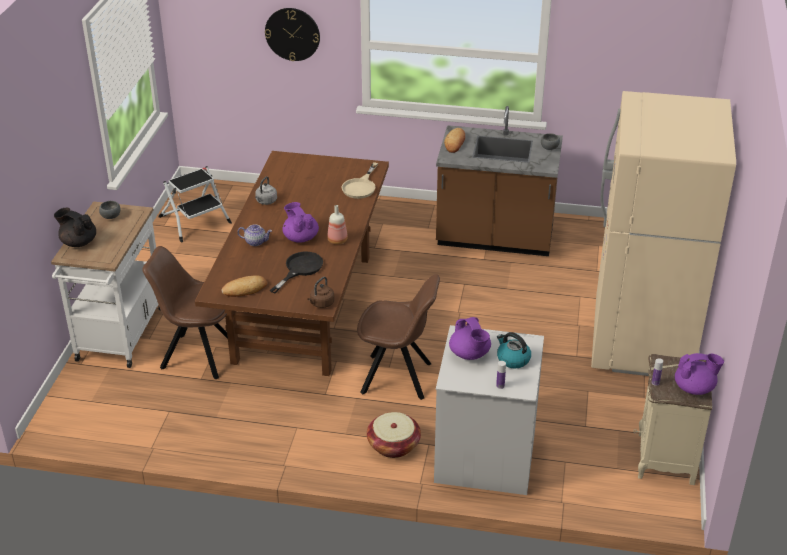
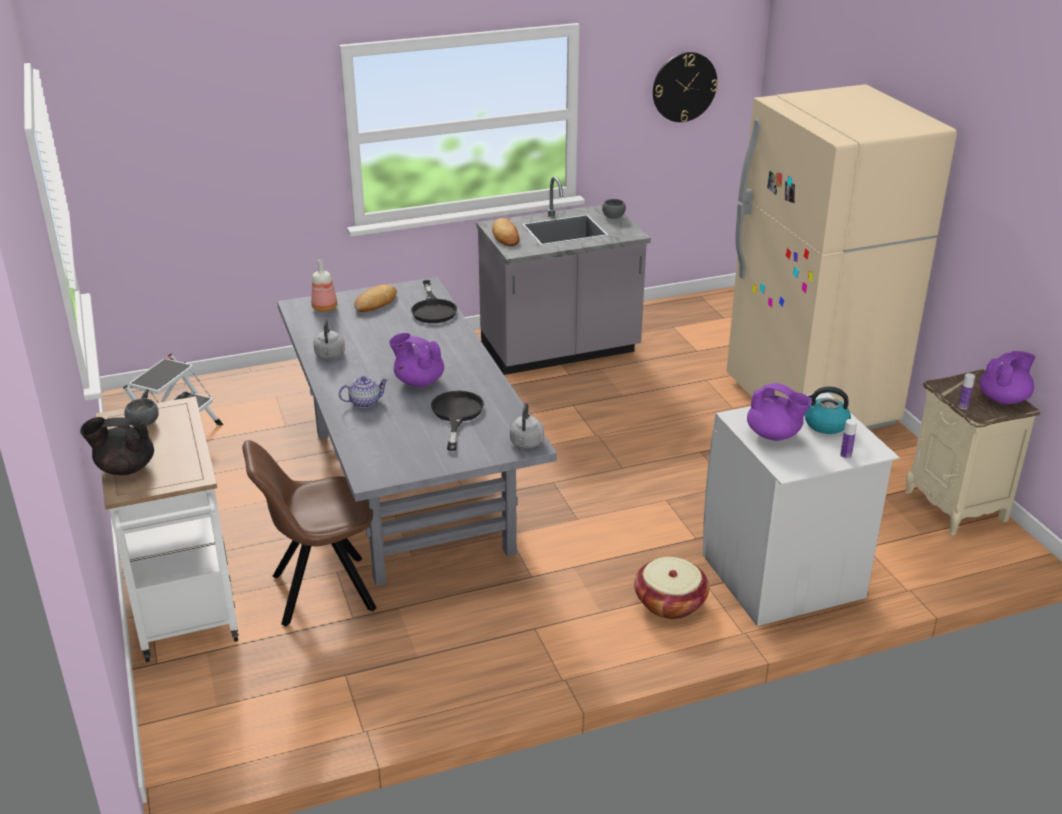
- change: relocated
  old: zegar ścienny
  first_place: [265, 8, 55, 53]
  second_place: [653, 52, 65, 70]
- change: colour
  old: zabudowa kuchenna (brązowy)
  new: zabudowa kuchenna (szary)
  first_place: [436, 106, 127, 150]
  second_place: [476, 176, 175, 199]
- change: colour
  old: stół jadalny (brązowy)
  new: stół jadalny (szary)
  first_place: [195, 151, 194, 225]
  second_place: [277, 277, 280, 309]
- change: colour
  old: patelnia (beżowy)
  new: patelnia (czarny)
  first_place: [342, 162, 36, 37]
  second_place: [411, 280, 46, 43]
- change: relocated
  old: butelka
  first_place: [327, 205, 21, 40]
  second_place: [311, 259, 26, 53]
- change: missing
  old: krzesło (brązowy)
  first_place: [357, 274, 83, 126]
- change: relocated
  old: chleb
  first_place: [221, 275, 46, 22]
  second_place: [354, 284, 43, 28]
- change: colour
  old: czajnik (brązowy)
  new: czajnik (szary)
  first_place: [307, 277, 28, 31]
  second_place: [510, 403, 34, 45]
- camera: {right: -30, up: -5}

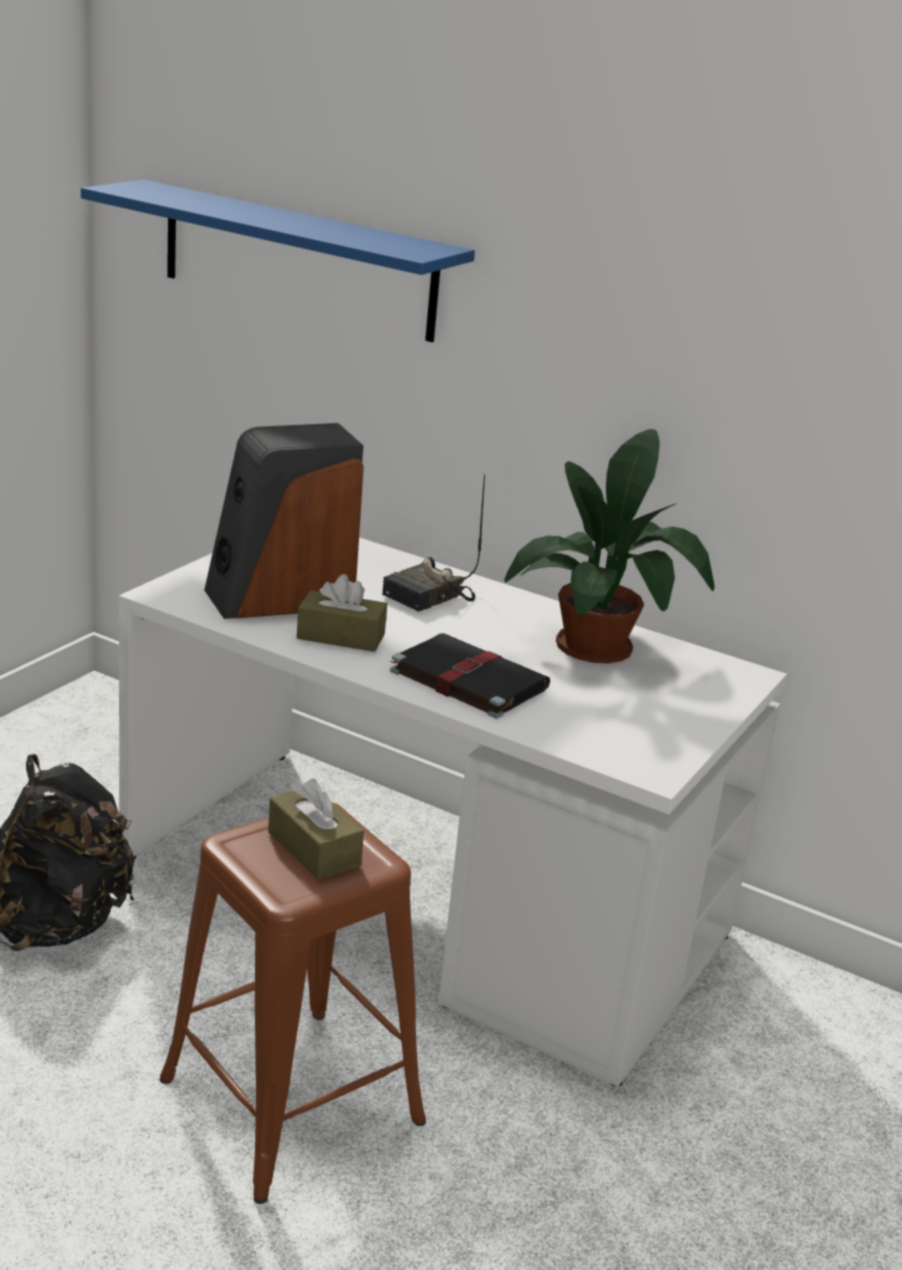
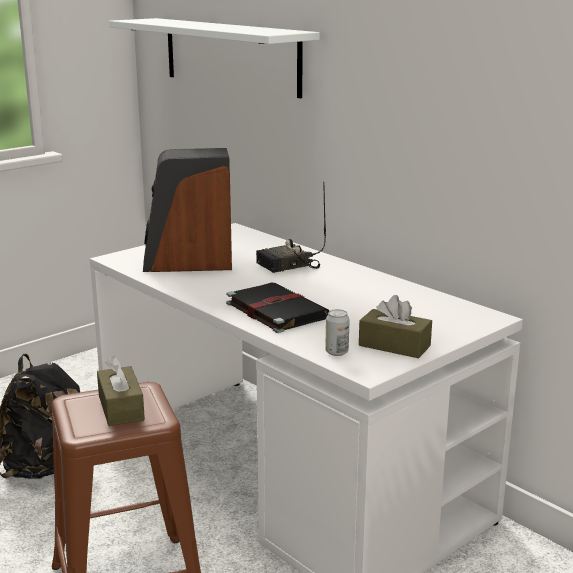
- change: colour
  old: półka (niebieski)
  new: półka (biały)
  first_place: [81, 180, 394, 162]
  second_place: [109, 18, 211, 80]
- change: missing
  old: roślina doniczkowa
  first_place: [504, 429, 211, 234]
- change: relocated
  old: pudełko chusteczek (brązowy)
  first_place: [297, 574, 90, 78]
  second_place: [359, 295, 73, 63]
- change: appeared
  new: puszka
  second_place: [325, 309, 24, 47]
- camera: {right: 20, up: -5}

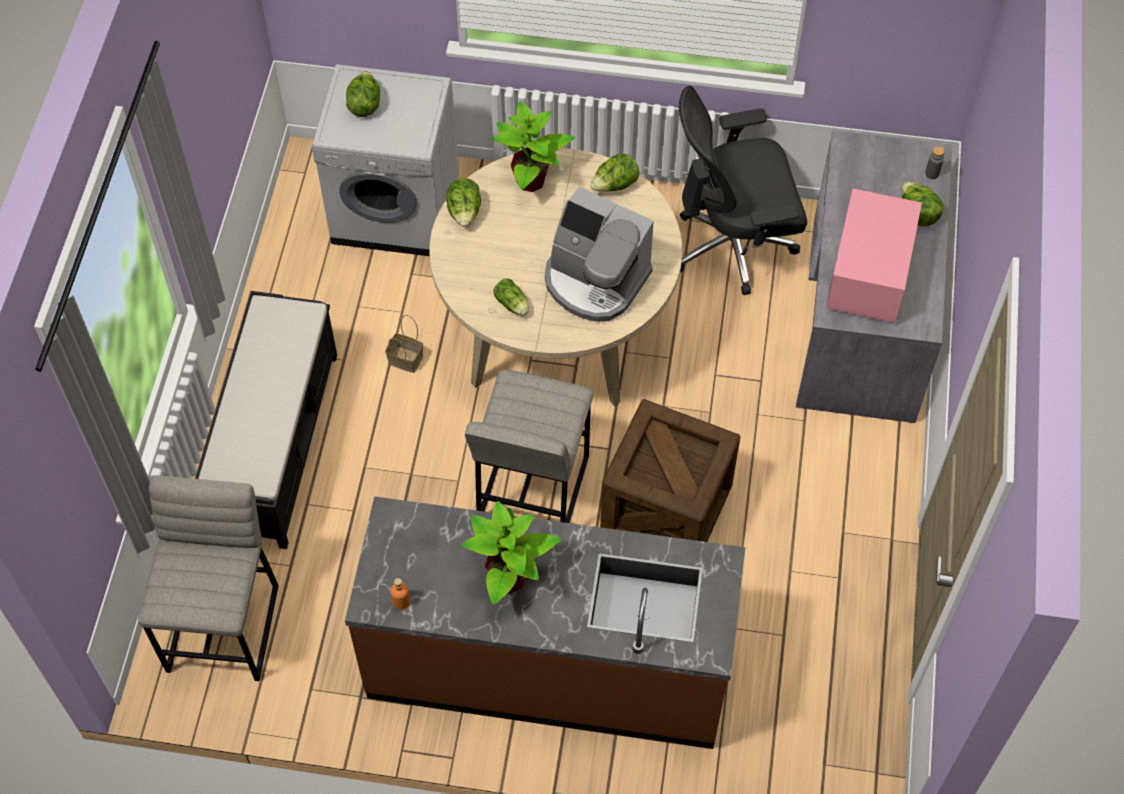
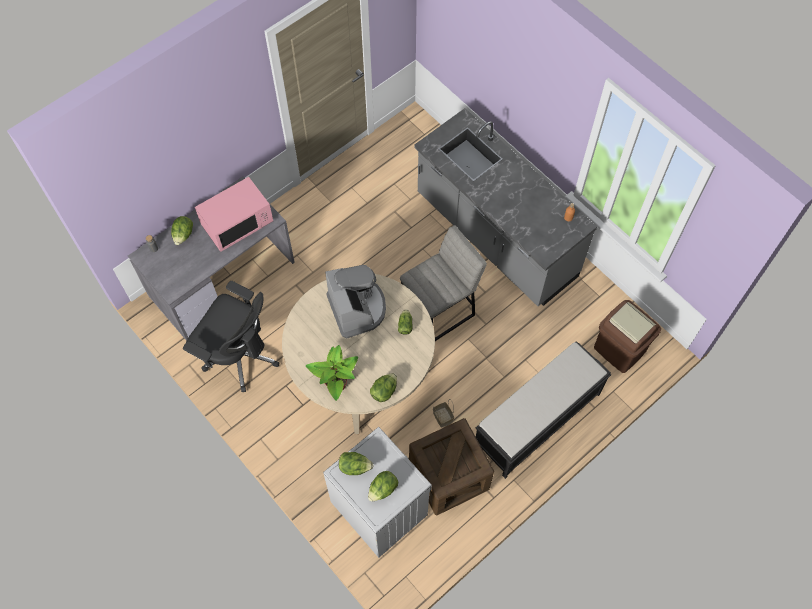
- change: relocated
  old: sałata
  first_place: [591, 154, 49, 38]
  second_place: [339, 452, 35, 23]
- change: relocated
  old: skrzynka
  first_place: [600, 399, 140, 143]
  second_place: [409, 418, 85, 98]
- change: exchanged
  old: krzesło (szary)
  new: kosz na śmieci (brązowy)
  first_place: [138, 475, 140, 206]
  second_place: [594, 300, 67, 73]
- change: colour
  old: zabudowa kuchenna (brązowy)
  new: zabudowa kuchenna (szary)
  first_place: [345, 496, 400, 253]
  second_place: [414, 108, 183, 198]
- change: missing
  old: roślina doniczkowa
  first_place: [462, 501, 99, 104]
- camera: {right: -140, up: 5}

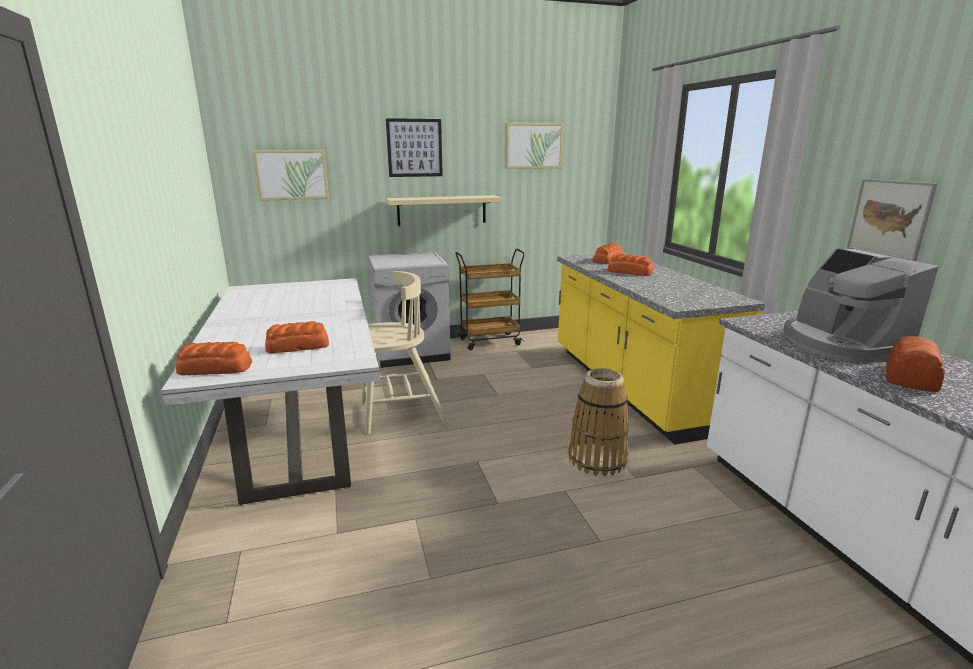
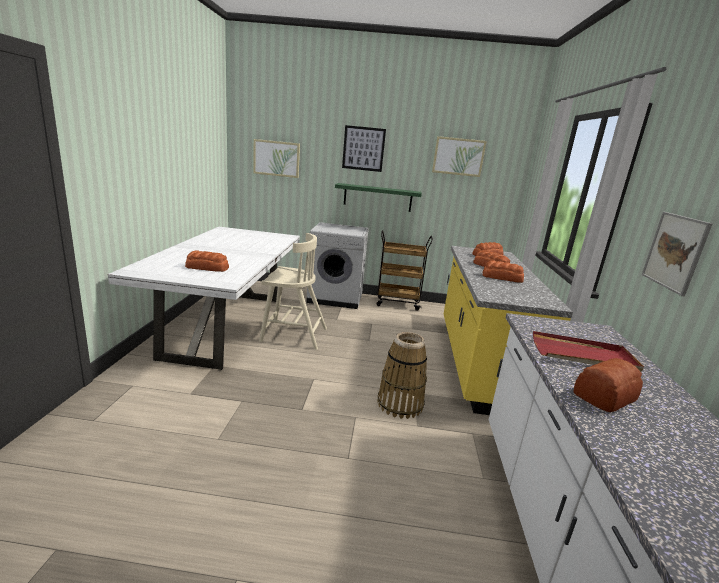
- change: colour
  old: półka (beżowy)
  new: półka (zielony)
  first_place: [386, 195, 115, 31]
  second_place: [335, 183, 87, 29]
- change: exchanged
  old: ekspres do kawy
  new: taca (czerwony)
  first_place: [783, 248, 155, 114]
  second_place: [533, 331, 111, 41]
- change: relocated
  old: chleb
  first_place: [176, 342, 76, 33]
  second_place: [483, 260, 41, 23]
- camera: {right: 20, up: 0}

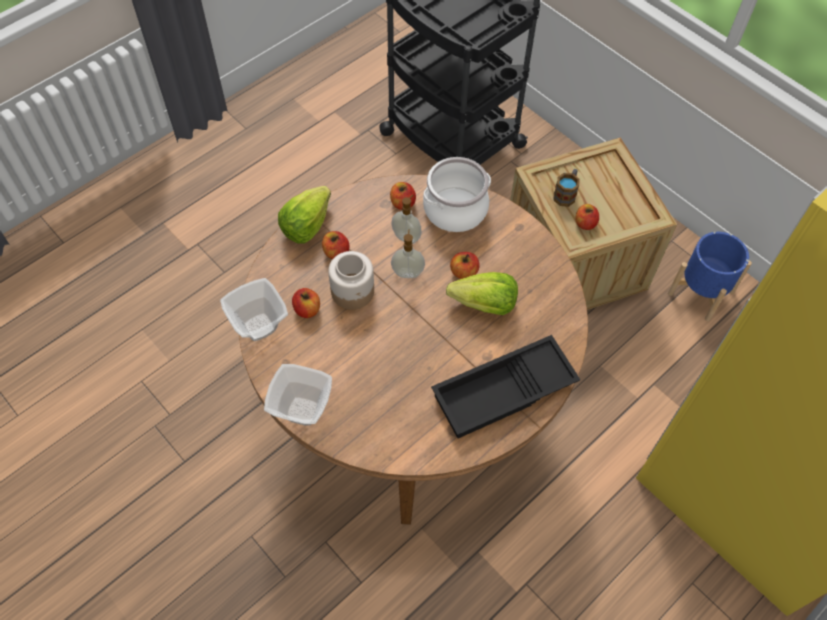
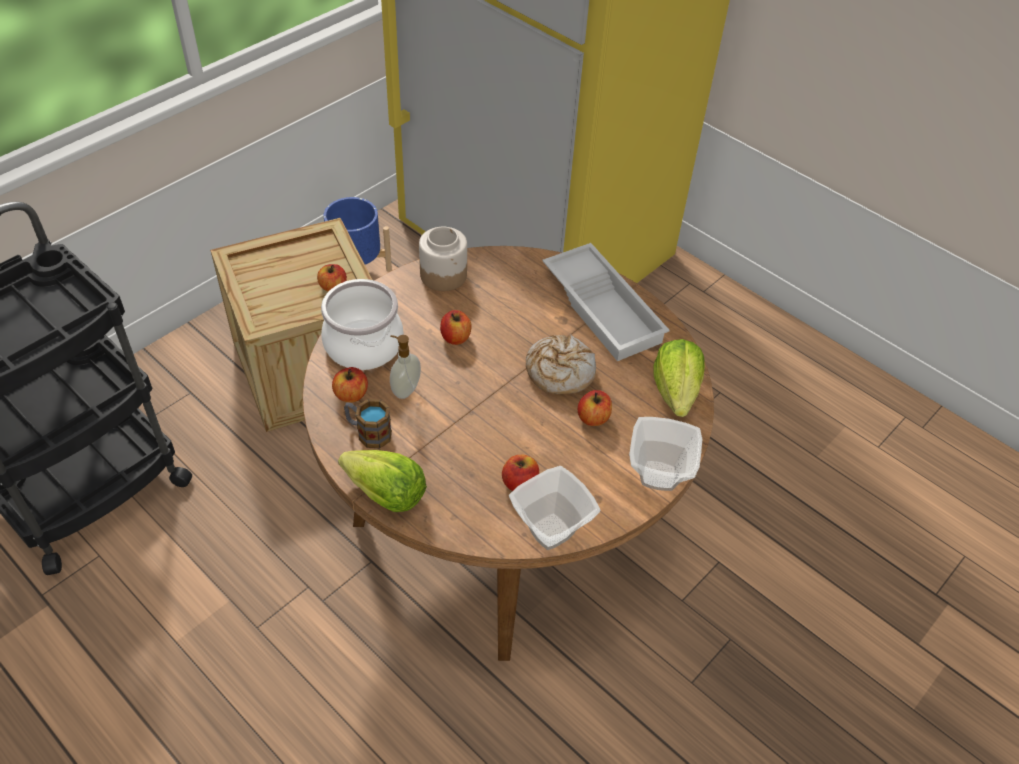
- change: relocated
  old: kubek
  first_place: [554, 169, 25, 38]
  second_place: [344, 399, 48, 49]
- change: missing
  old: dozownik mydła
  first_place: [391, 229, 34, 49]
- change: relocated
  old: jabłko
  first_place: [322, 231, 28, 28]
  second_place: [578, 390, 34, 36]
- change: relocated
  old: słoik
  first_place: [328, 251, 46, 59]
  second_place: [419, 226, 48, 65]
- change: relocated
  old: sałata
  first_place: [446, 272, 72, 43]
  second_place: [653, 339, 52, 78]
- change: colour
  old: taca (czarny)
  new: taca (biały)
  first_place: [431, 335, 149, 103]
  second_place: [542, 243, 128, 118]
- change: appeared
  new: chleb
  second_place: [526, 334, 70, 60]
- camera: {right: -95, up: -10}

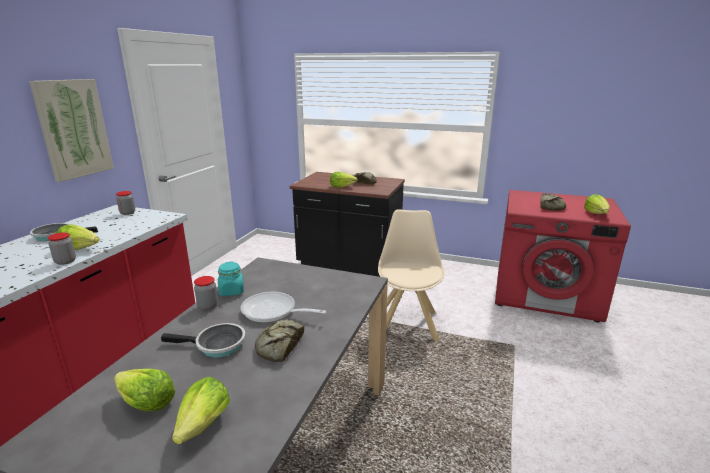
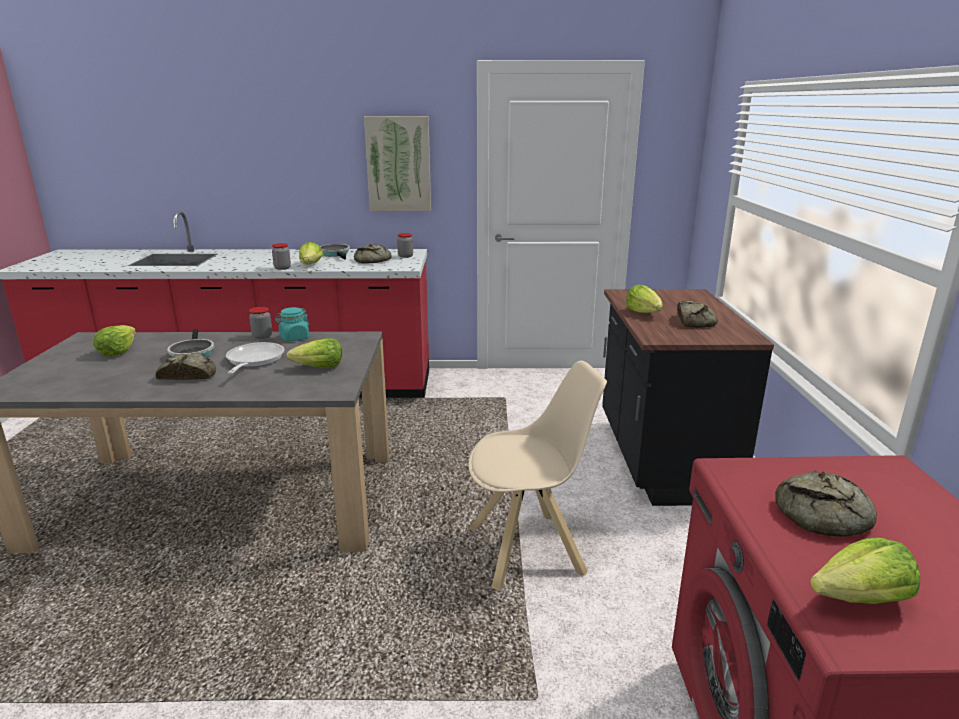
- change: relocated
  old: sałata
  first_place: [172, 377, 58, 67]
  second_place: [286, 338, 56, 30]
- change: appeared
  new: chleb
  second_place: [354, 244, 38, 19]
- camera: {right: 70, up: 0}

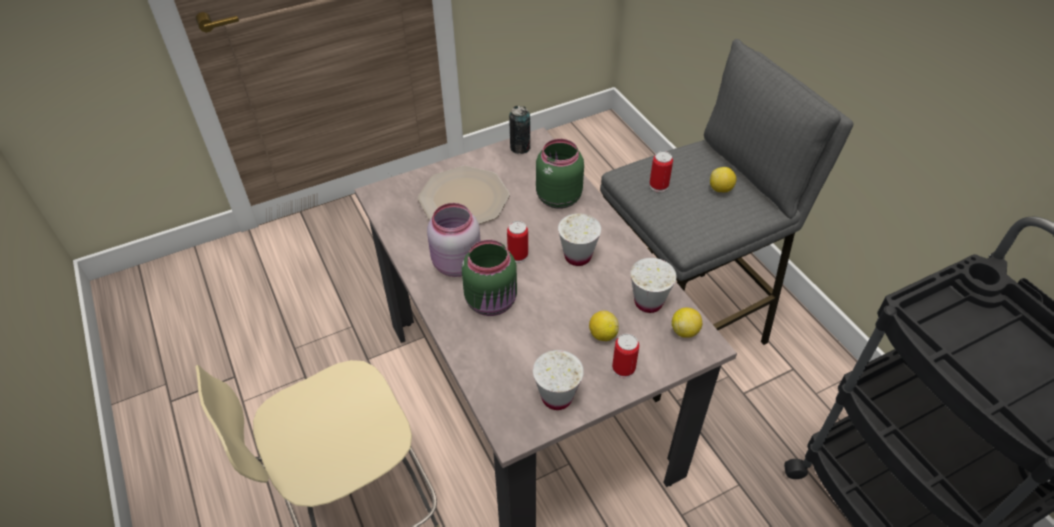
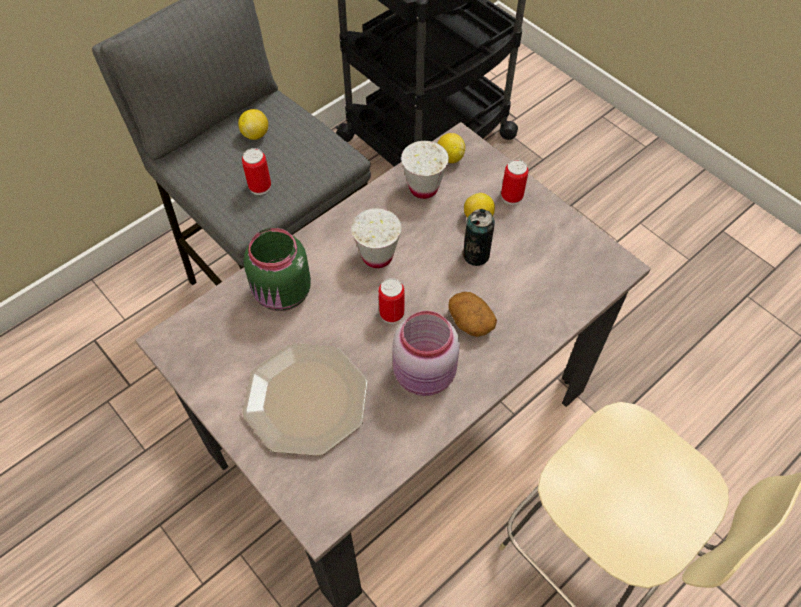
- change: relocated
  old: puszka
  first_place: [509, 105, 22, 49]
  second_place: [463, 209, 32, 57]
- change: exchanged
  old: słoik (zielony)
  new: ziemniak
  first_place: [462, 240, 55, 76]
  second_place: [448, 292, 49, 45]
- change: missing
  old: filiżanka (biały)
  first_place: [533, 350, 51, 60]
- camera: {right: -105, up: 10}

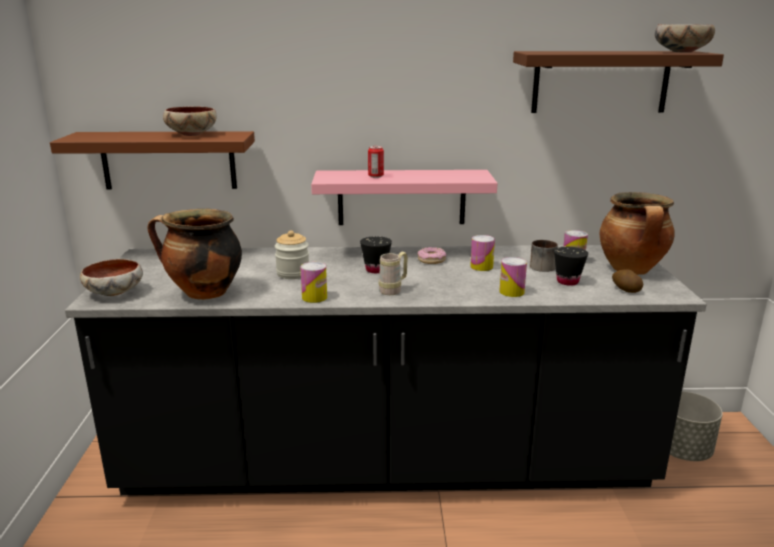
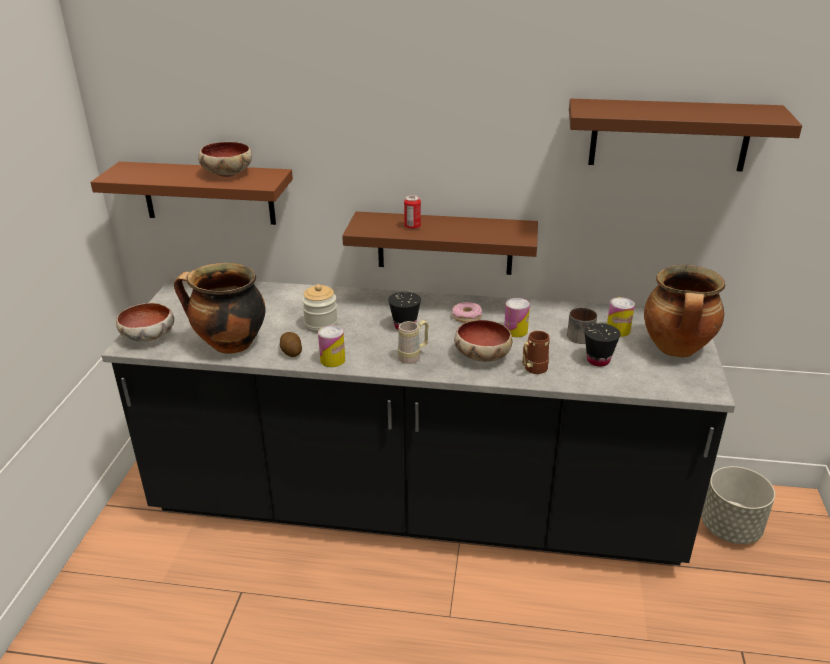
- change: relocated
  old: miska
  first_place: [655, 24, 60, 28]
  second_place: [454, 320, 59, 42]
- change: colour
  old: półka (różowy)
  new: półka (brązowy)
  first_place: [311, 170, 187, 55]
  second_place: [342, 211, 196, 64]
- change: exchanged
  old: puszka
  new: kubek (brązowy)
  first_place: [499, 257, 28, 40]
  second_place: [523, 331, 27, 43]
- change: relocated
  old: ziemniak
  first_place: [612, 269, 31, 24]
  second_place: [280, 332, 22, 25]
- camera: {right: 10, up: 10}

